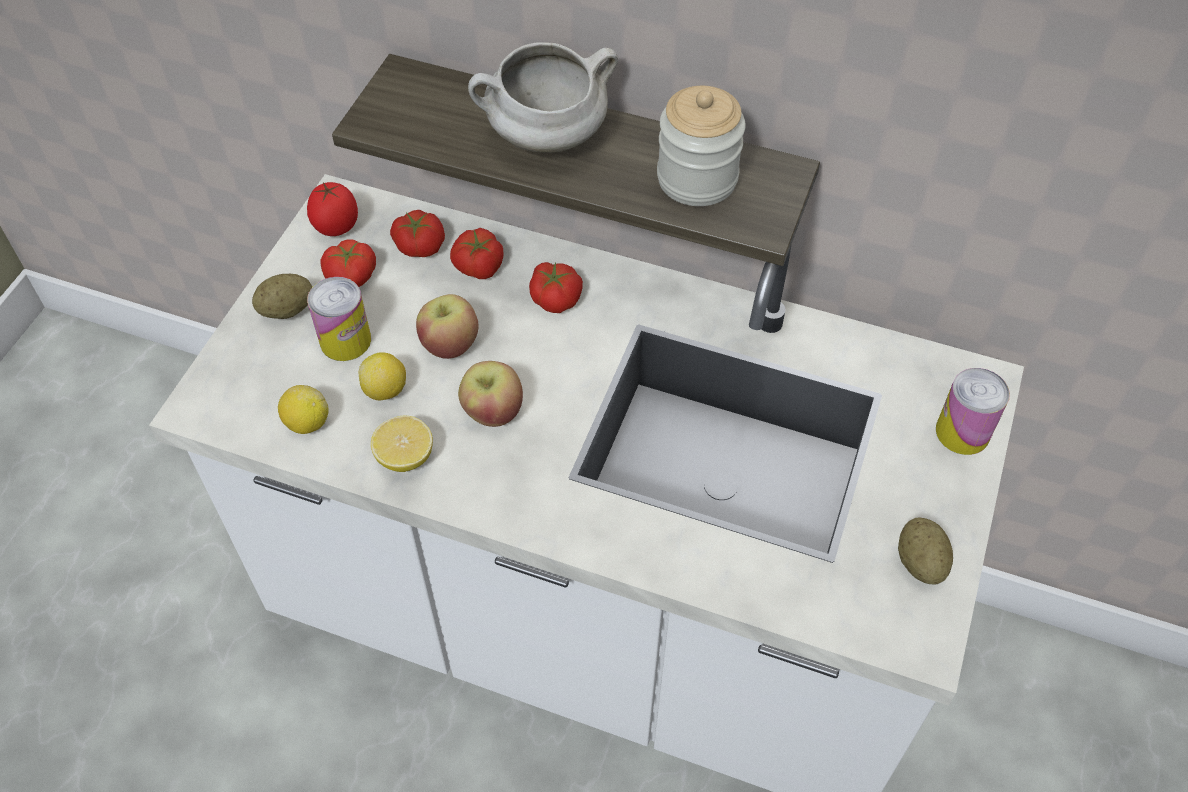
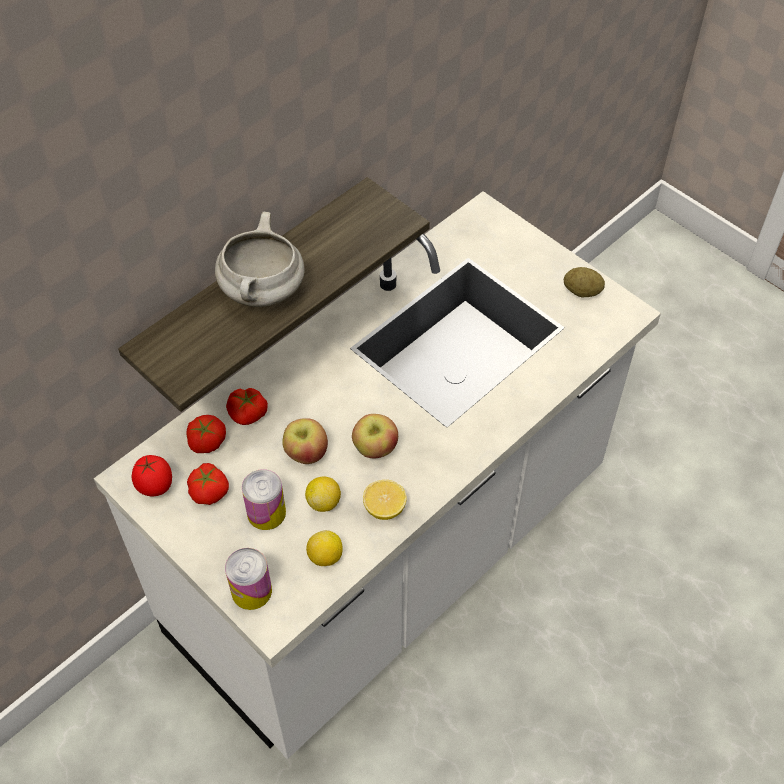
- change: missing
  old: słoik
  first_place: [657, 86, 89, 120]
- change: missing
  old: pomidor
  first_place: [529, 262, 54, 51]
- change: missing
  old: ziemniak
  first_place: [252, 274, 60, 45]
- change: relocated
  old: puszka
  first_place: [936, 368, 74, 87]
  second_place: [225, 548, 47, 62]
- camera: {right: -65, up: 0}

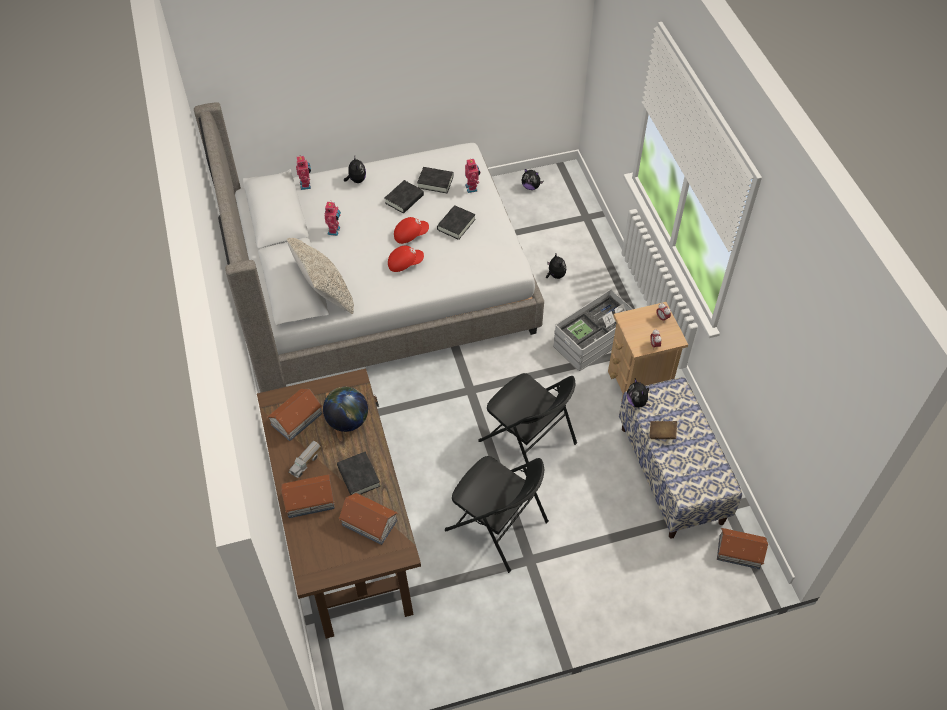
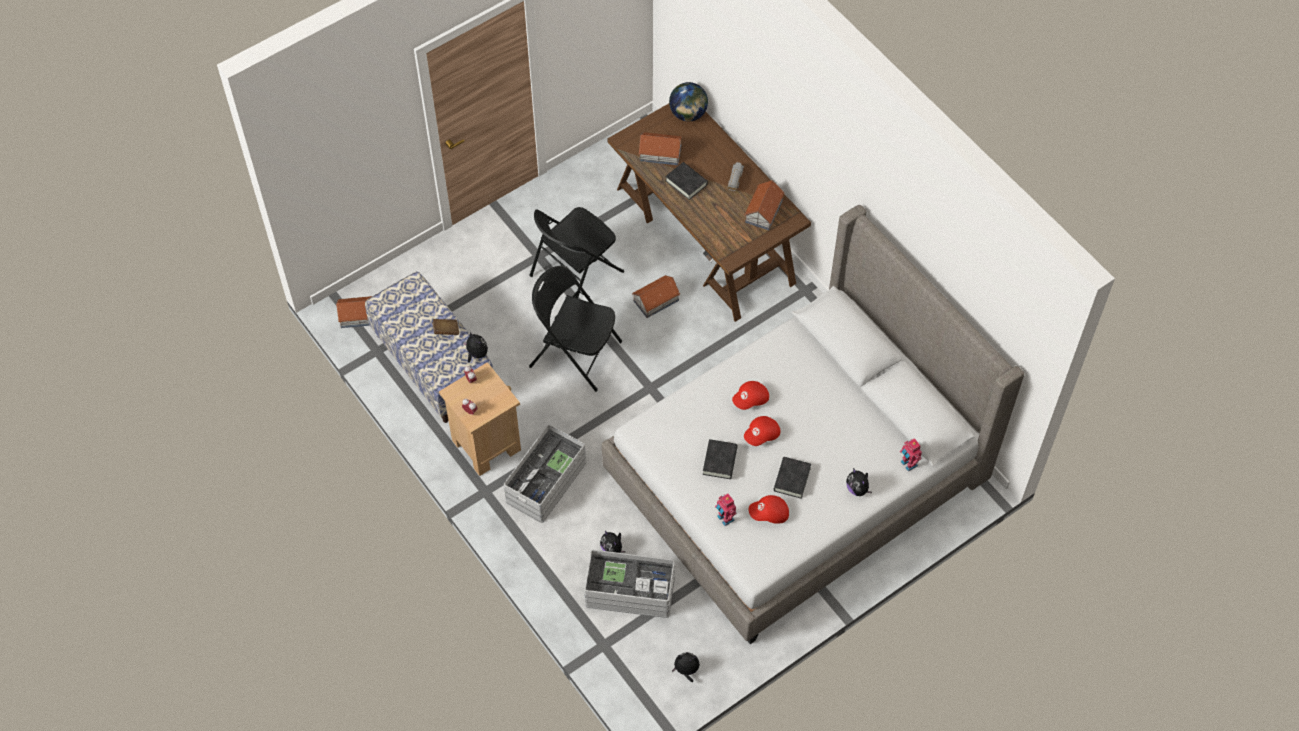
- change: exchanged
  old: książka (czarny)
  new: czapka z daszkiem (czerwony)
  first_place: [417, 167, 37, 26]
  second_place: [749, 495, 40, 29]
- change: missing
  old: robot zabawkowy
  first_place: [324, 202, 17, 34]
- change: missing
  old: poduszka (beżowy)
  first_place: [287, 238, 67, 76]
- change: relocated
  old: globus
  first_place: [323, 387, 45, 45]
  second_place: [669, 82, 39, 40]
- change: spun
  old: krzesło (czarny)
  first_place: [445, 456, 104, 117]
  second_place: [529, 207, 95, 92]
  degrees: -60
- change: relocated
  old: domek
  first_place: [281, 474, 54, 44]
  second_place: [632, 275, 48, 43]
- change: appeared
  new: pojemnik do przechowywania (szary)
  second_place: [584, 550, 91, 68]
- camera: {right: 160, up: 5}

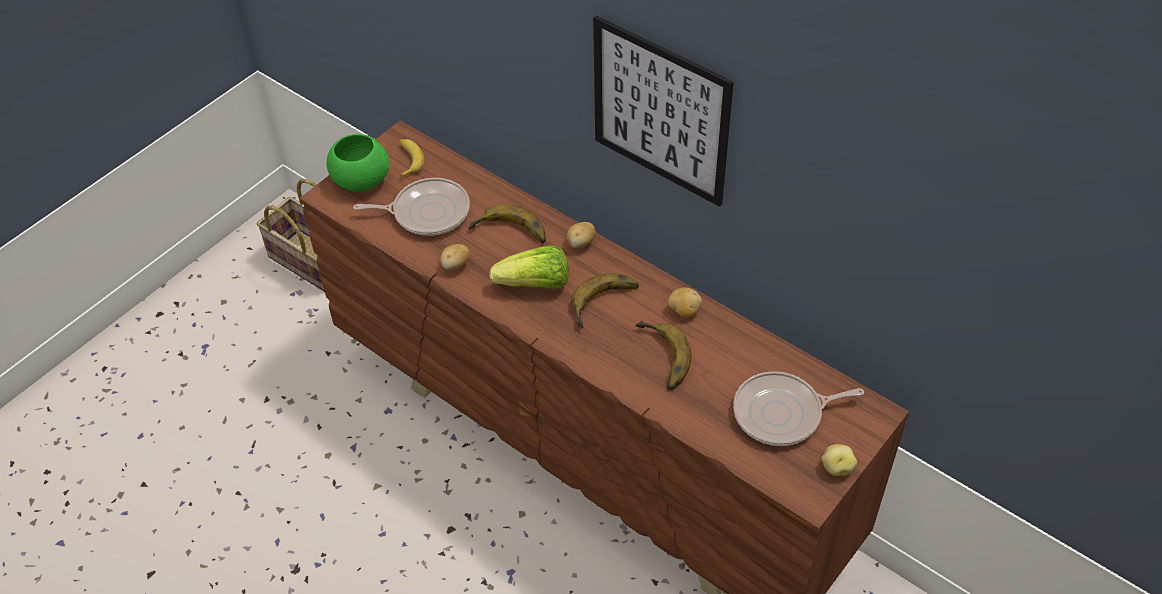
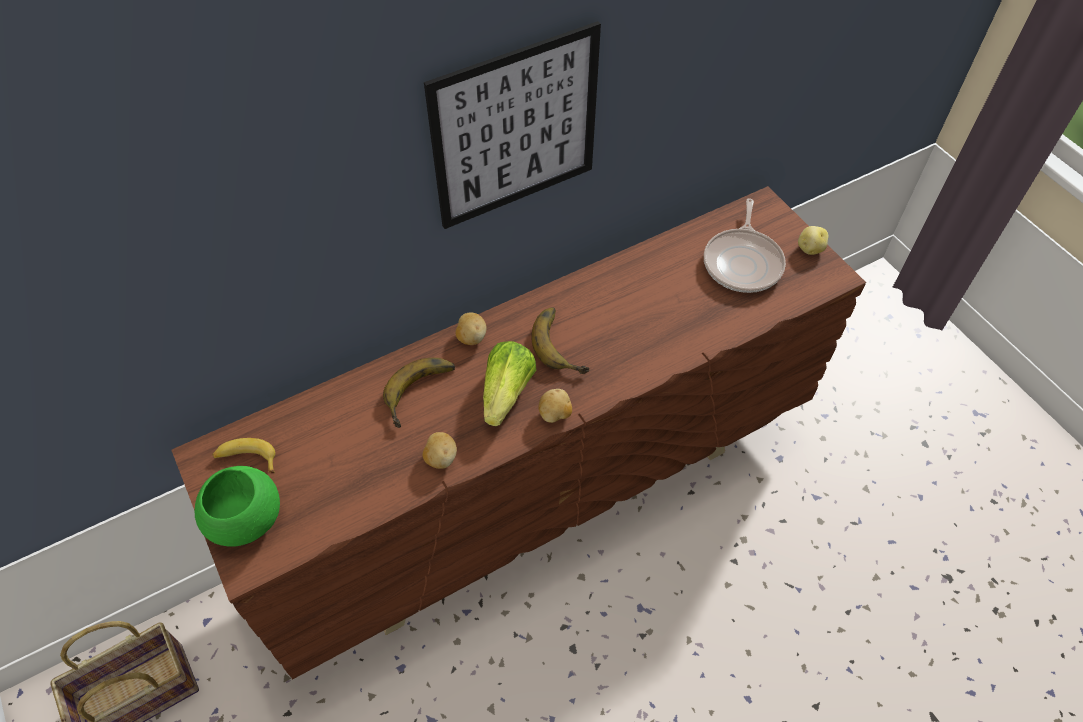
- change: missing
  old: patelnia
  first_place: [353, 178, 117, 58]
- change: relocated
  old: ziemniak
  first_place: [669, 287, 33, 31]
  second_place: [539, 388, 33, 35]
- change: missing
  old: banan
  first_place: [636, 320, 55, 70]
- camera: {right: -70, up: 5}

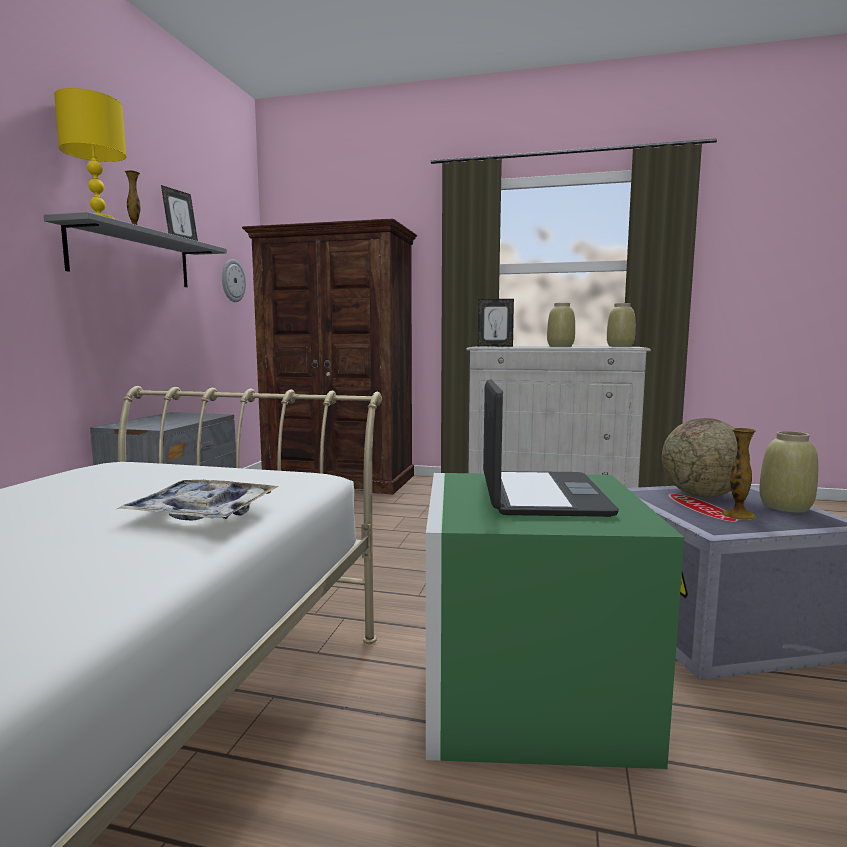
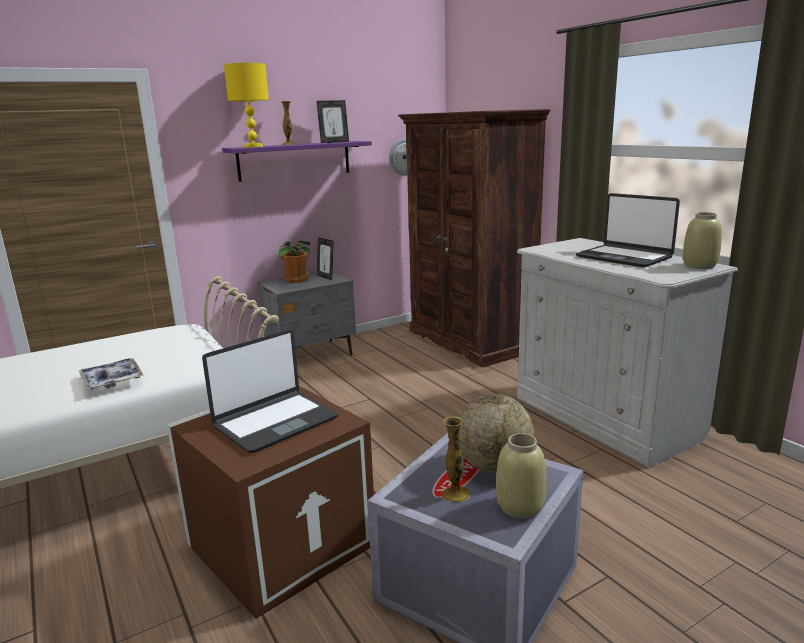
- change: colour
  old: półka (szary)
  new: półka (fioletowy)
  first_place: [44, 212, 183, 75]
  second_place: [222, 141, 150, 41]
- change: relocated
  old: ramka na zdjęcie
  first_place: [478, 299, 36, 48]
  second_place: [317, 237, 17, 43]
- change: exchanged
  old: wazon (beżowy)
  new: laptop
  first_place: [547, 303, 28, 44]
  second_place: [576, 193, 104, 75]
- change: colour
  old: pojemnik do przechowywania (zielony)
  new: pojemnik do przechowywania (brązowy)
  first_place: [426, 473, 258, 296]
  second_place: [167, 386, 207, 233]
- change: appeared
  new: roślina doniczkowa
  second_place: [279, 241, 31, 42]
- camera: {right: 45, up: 10}

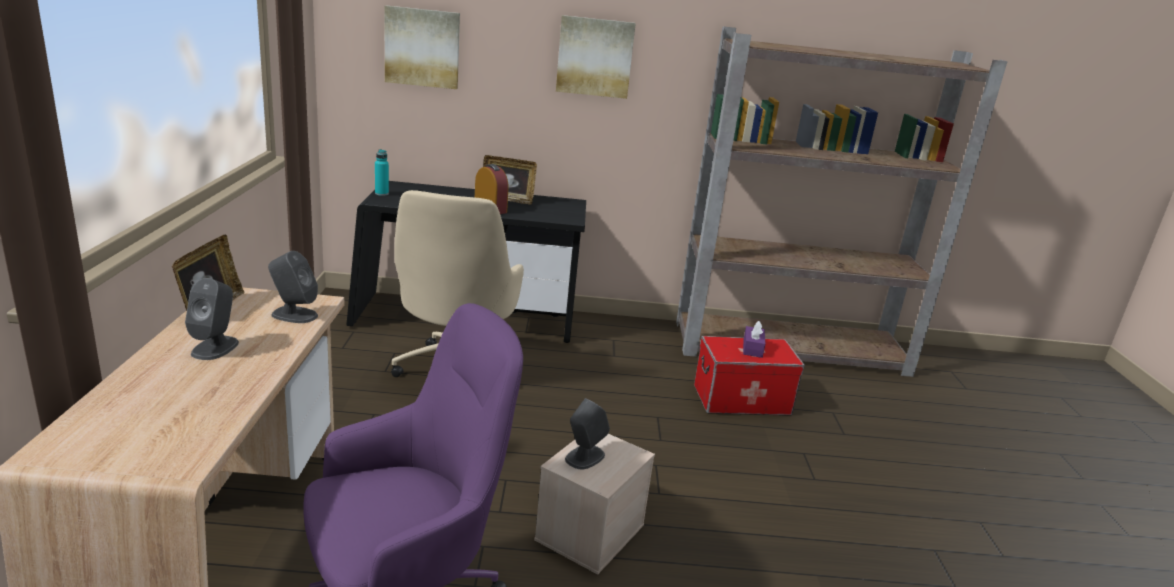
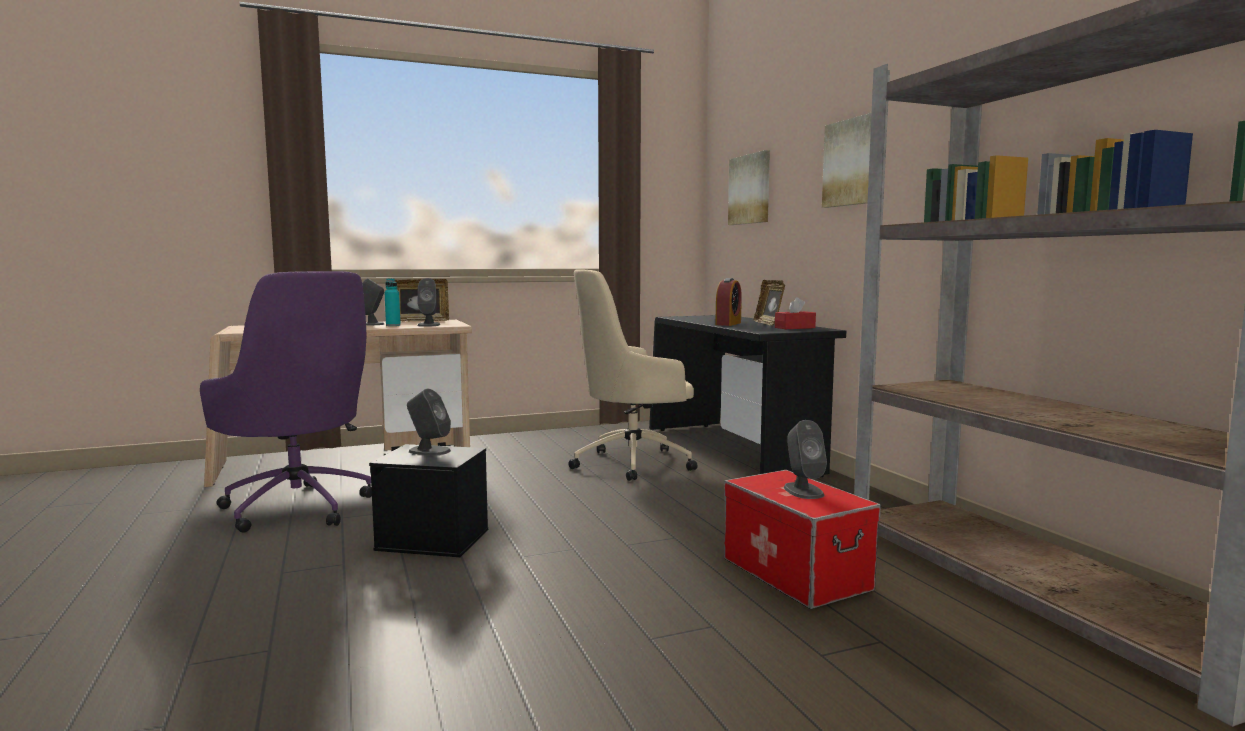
- change: relocated
  old: butelka (turkusowy)
  first_place: [375, 149, 14, 47]
  second_place: [384, 278, 17, 48]
- change: exchanged
  old: pudełko chusteczek (fioletowy)
  new: głośnik (szary)
  first_place: [743, 321, 22, 37]
  second_place: [784, 420, 43, 79]
- change: colour
  old: pojemnik do przechowywania (beżowy)
  new: pojemnik do przechowywania (czarny)
  first_place: [534, 434, 121, 141]
  second_place: [369, 444, 119, 113]
- change: appeared
  new: pudełko chusteczek (czerwony)
  second_place: [775, 297, 41, 32]
- camera: {right: 70, up: -15}

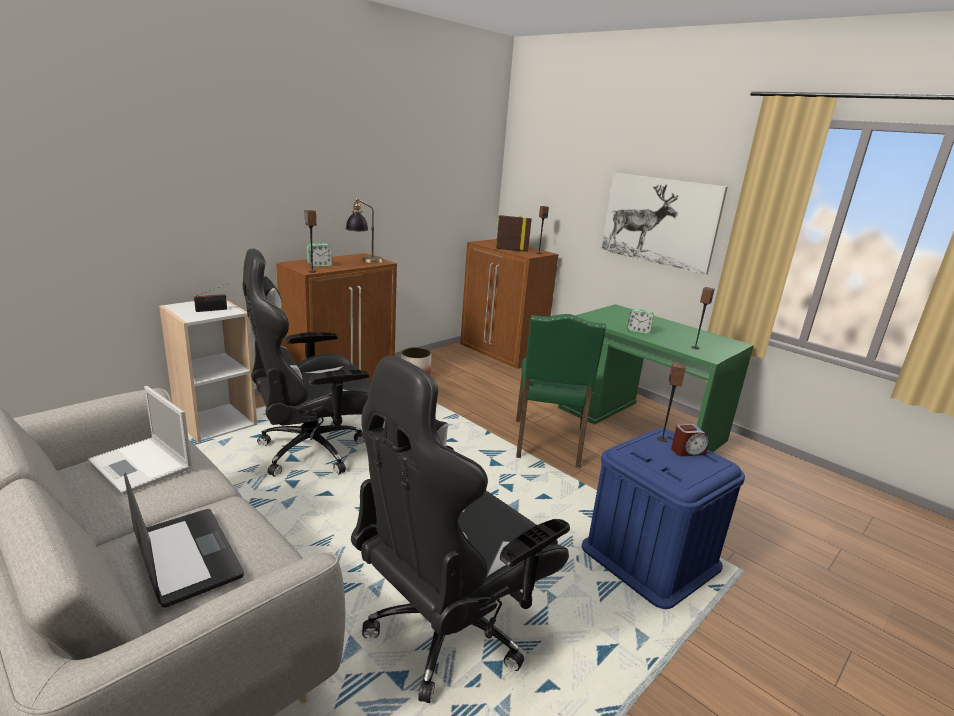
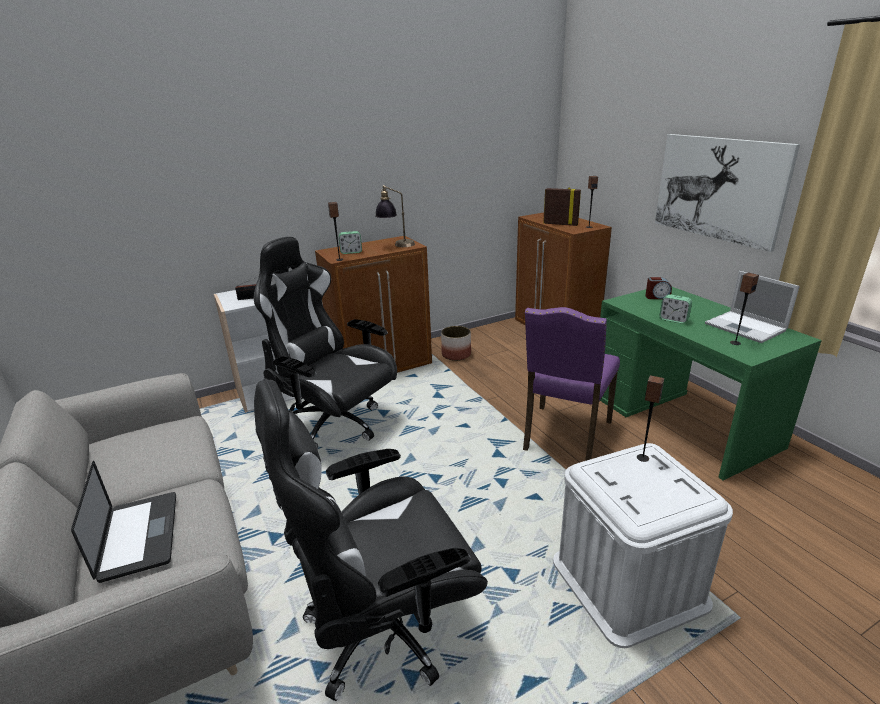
- change: spun
  old: krzesło biurowe (czarny)
  first_place: [242, 248, 129, 229]
  second_place: [254, 237, 143, 212]
  degrees: 45
- change: colour
  old: krzesło (zielony)
  new: krzesło (fioletowy)
  first_place: [516, 314, 90, 154]
  second_place: [523, 307, 97, 154]
- change: relocated
  old: laptop
  first_place: [88, 386, 104, 109]
  second_place: [705, 271, 95, 72]
- change: relocated
  old: budzik
  first_place: [671, 424, 38, 32]
  second_place: [645, 277, 27, 22]
- change: colour
  old: pojemnik do przechowywania (niebieski)
  new: pojemnik do przechowywania (biały)
  first_place: [582, 428, 163, 181]
  second_place: [553, 443, 180, 205]
- camera: {right: 20, up: 5}

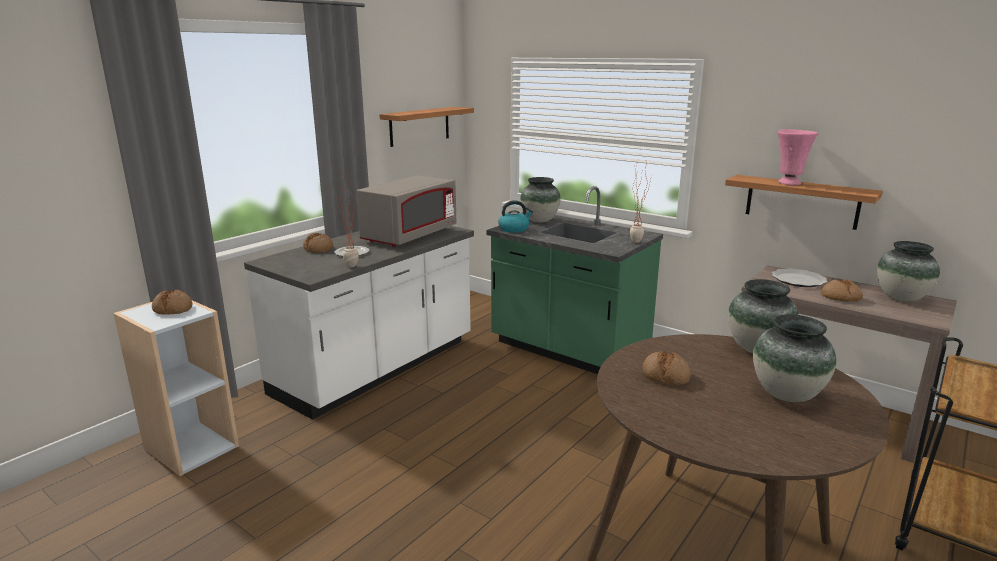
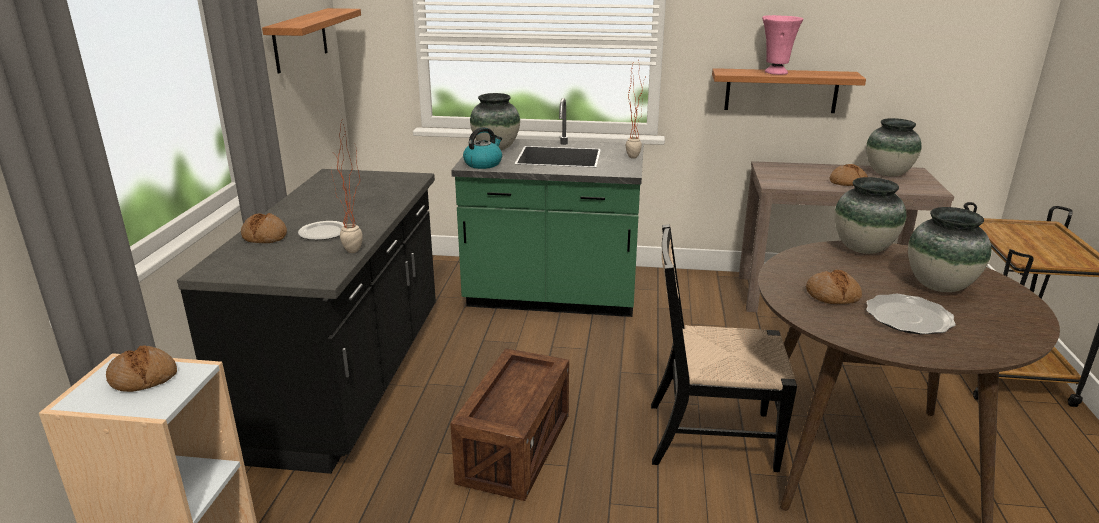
- change: missing
  old: mikrofalówka (szary)
  first_place: [356, 175, 100, 72]
- change: colour
  old: zabudowa kuchenna (biały)
  new: zabudowa kuchenna (czarny)
  first_place: [244, 226, 230, 194]
  second_place: [177, 169, 259, 305]
- change: relocated
  old: talerz
  first_place: [772, 269, 55, 18]
  second_place: [866, 294, 90, 40]
- change: appeared
  new: krzesło
  second_place: [651, 224, 146, 248]
- change: appeared
  new: skrzynka
  second_place: [450, 348, 119, 153]
- camera: {right: -30, up: 5}

